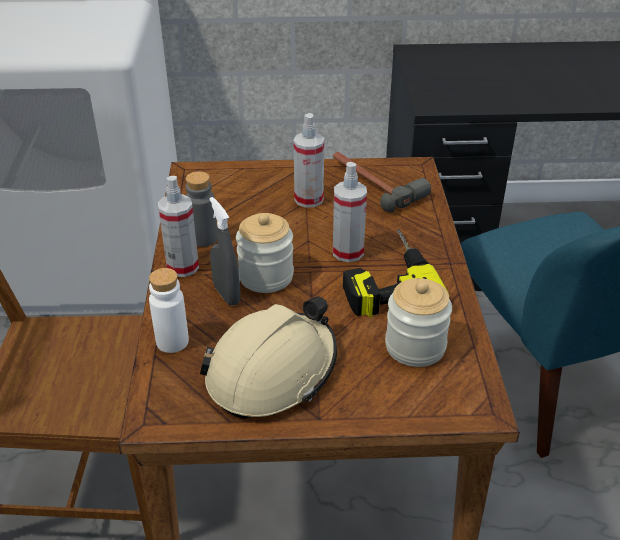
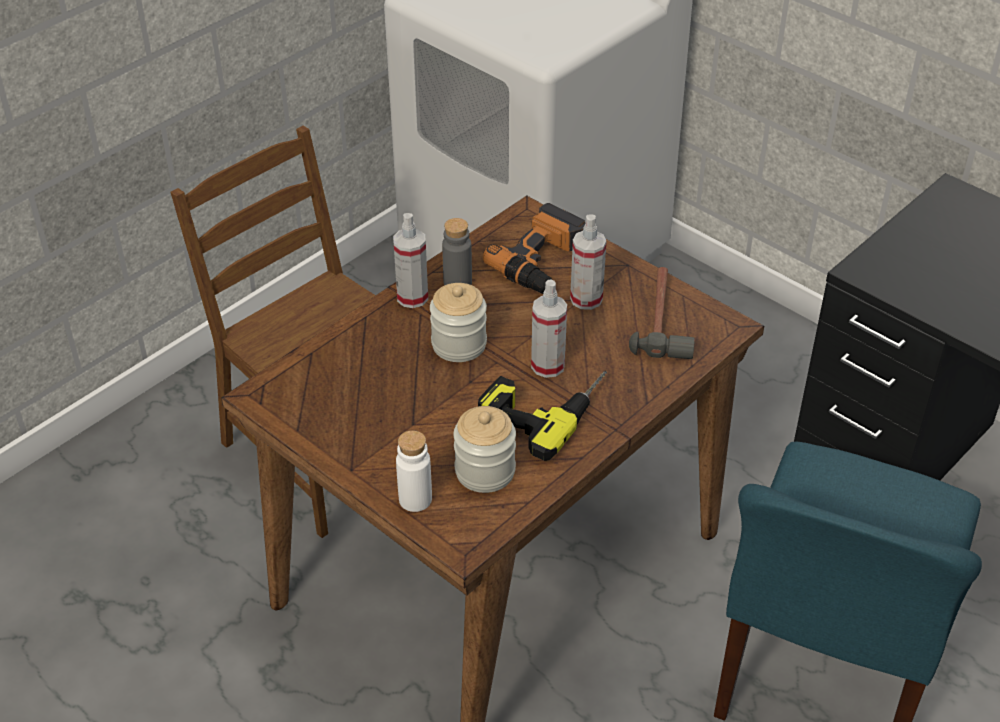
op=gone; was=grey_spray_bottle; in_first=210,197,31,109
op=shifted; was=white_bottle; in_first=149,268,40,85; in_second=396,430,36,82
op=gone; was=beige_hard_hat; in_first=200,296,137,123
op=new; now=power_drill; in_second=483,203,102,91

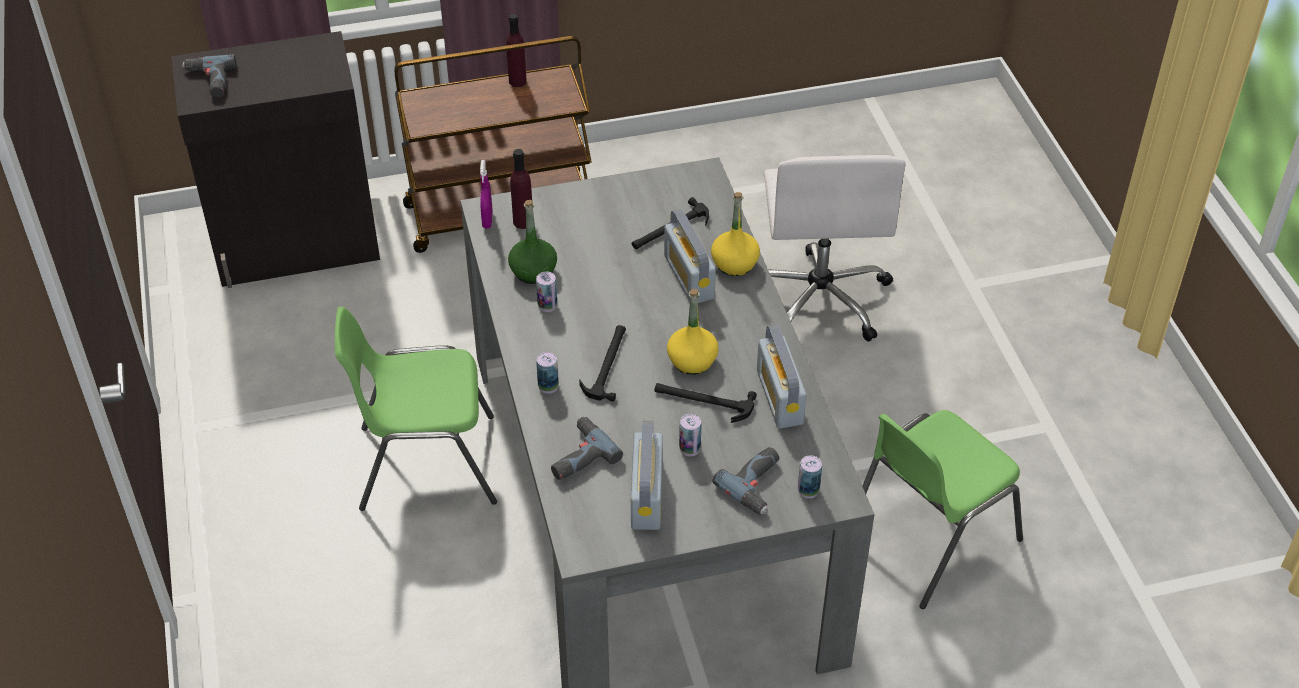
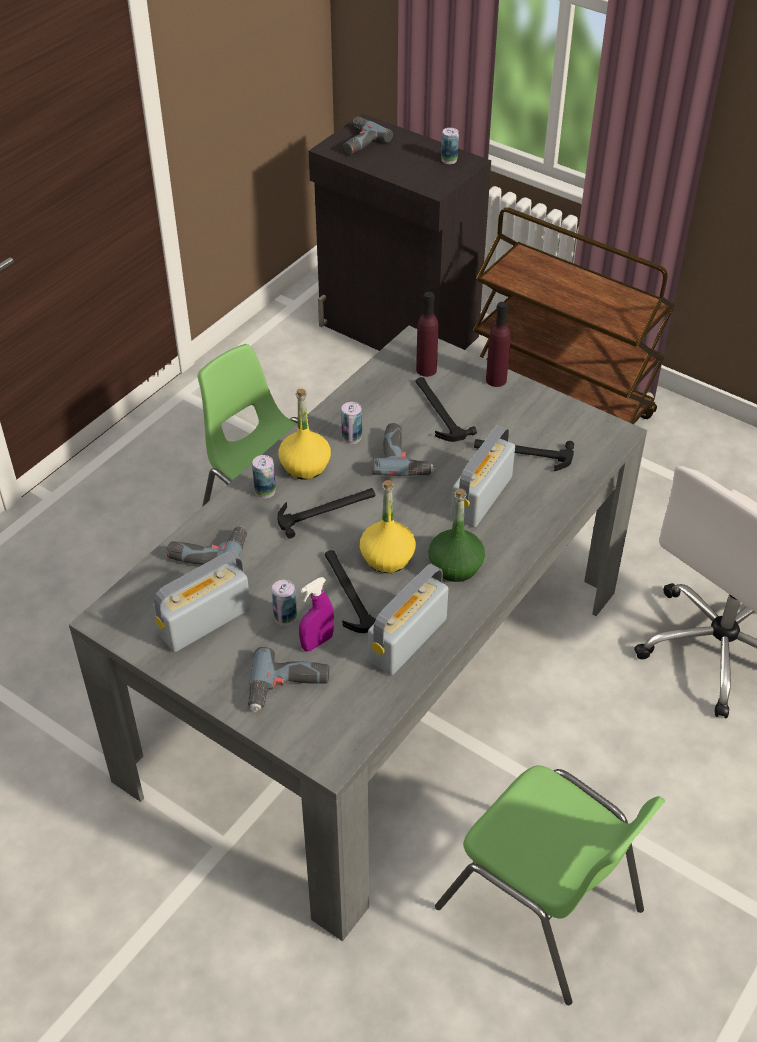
op=shifted; was=purple_bottle; in_first=506,14,21,73; in_second=486,302,25,85
op=shifted; was=purple_spray_bottle; in_first=480,160,13,69; in_second=299,577,35,74
op=shifted; was=yellow_bottle; in_first=711,192,49,84; in_second=279,389,52,91
op=shifted; was=green_bottle; in_first=508,200,49,84; in_second=428,489,57,93
op=rotated; was=green_chair; in_first=862,410,161,199; in_second=435,765,230,240; clockwise=-150
op=shifted; was=can; in_first=798,455,24,44; in_second=441,128,18,36
op=new; now=hammer; in_second=415,377,62,65
op=new; now=power_drill; in_second=372,423,63,53

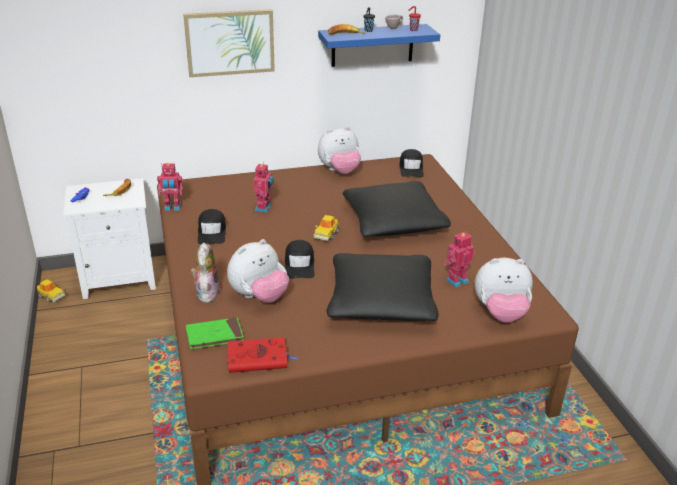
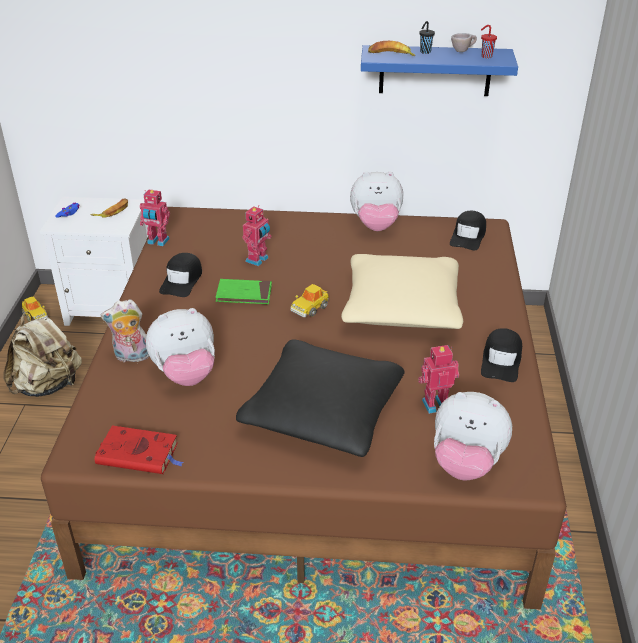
op=gone; was=picture; in_first=183,9,92,68
op=repainted; was=black_pillow; now=beige_pillow; in_first=343,181,108,56; in_second=341,254,122,75
op=shifted; was=black_cap; in_first=285,240,29,39; in_second=481,328,41,54
op=rotated; was=plush_toy; in_first=191,242,29,61; in_second=101,299,48,63; clockwise=-120
op=shifted; was=green_book; in_first=186,317,58,32; in_second=216,279,56,25
op=new; now=beige_backpack; in_second=3,311,79,86

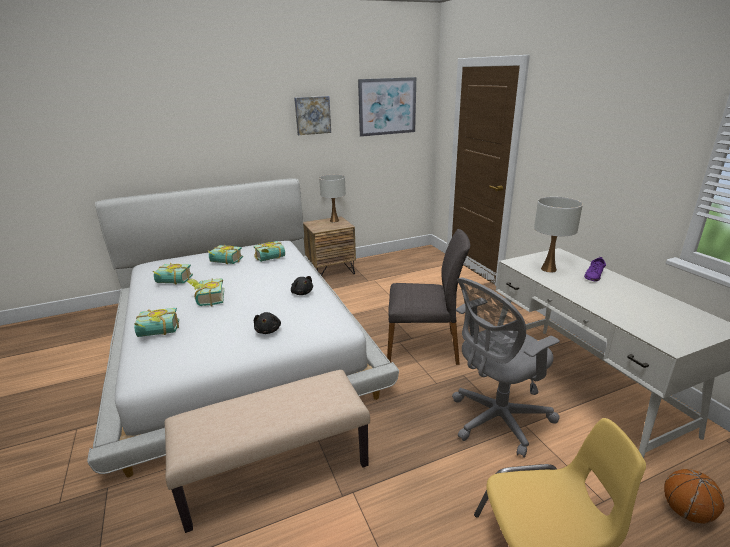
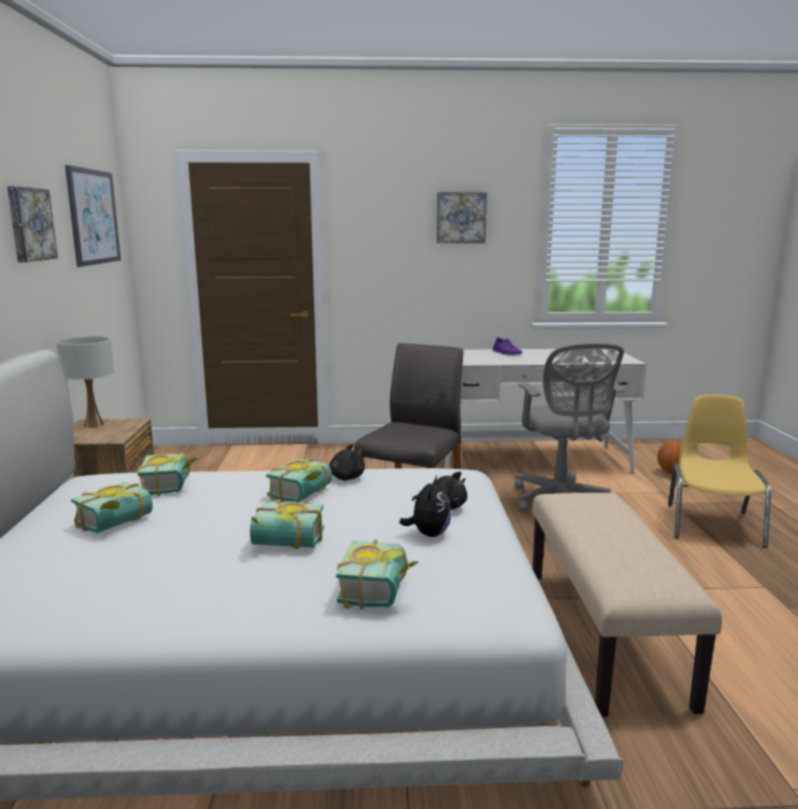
op=gone; was=white_table_lamp; in_first=534,197,49,75
op=shifted; was=book; in_first=153,263,40,21; in_second=266,458,66,45
op=new; now=picture; in_second=437,192,50,51
op=new; now=plush_toy; in_second=399,475,52,62

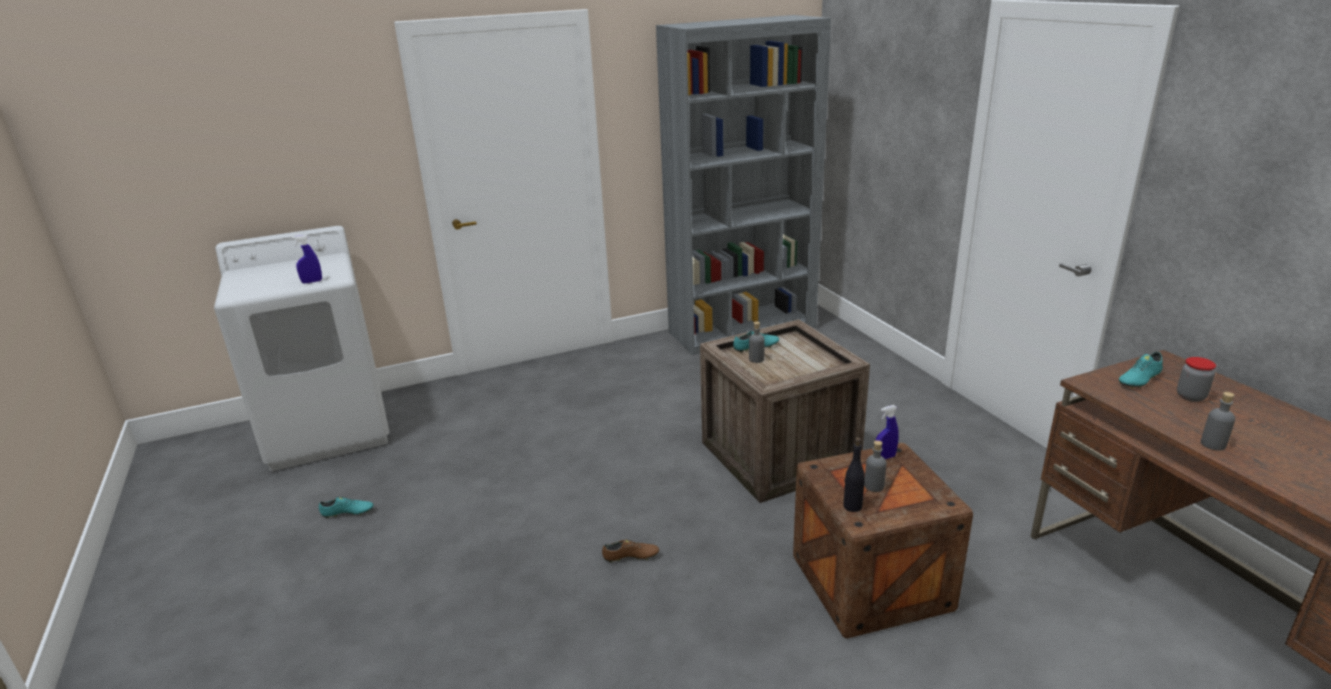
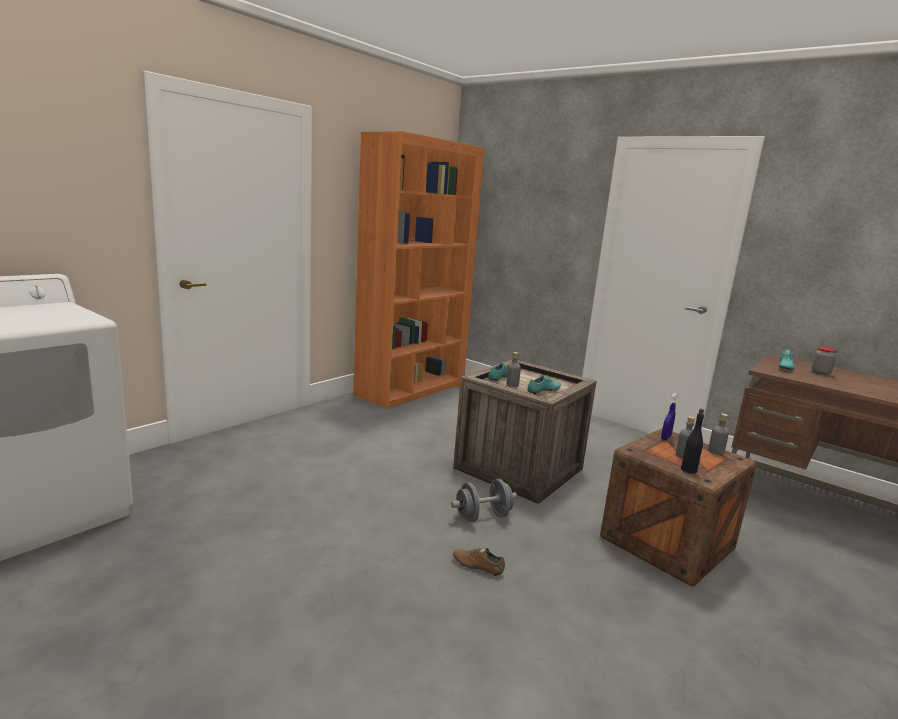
op=repainted; was=grey_bookcase; now=orange_bookcase; in_first=656,15,175,340; in_second=353,131,131,278
op=gone; was=blue_spray_bottle; in_first=292,235,30,49
op=shifted; was=grey_bottle; in_first=1201,392,34,59; in_second=708,413,21,42
op=shifted; was=turquoise_shoe; in_first=319,497,55,21; in_second=528,375,33,20
op=rotated; was=brown_shoe; in_first=602,539,57,24; in_second=453,548,52,28; clockwise=-120
op=new; now=grey_dumbbell; in_second=451,479,66,43

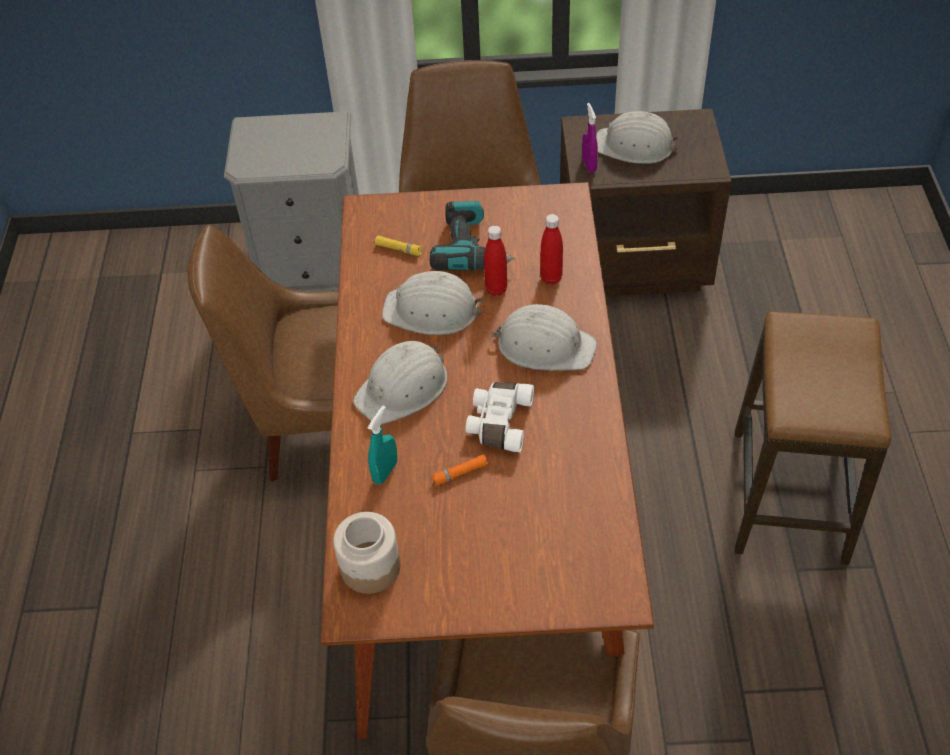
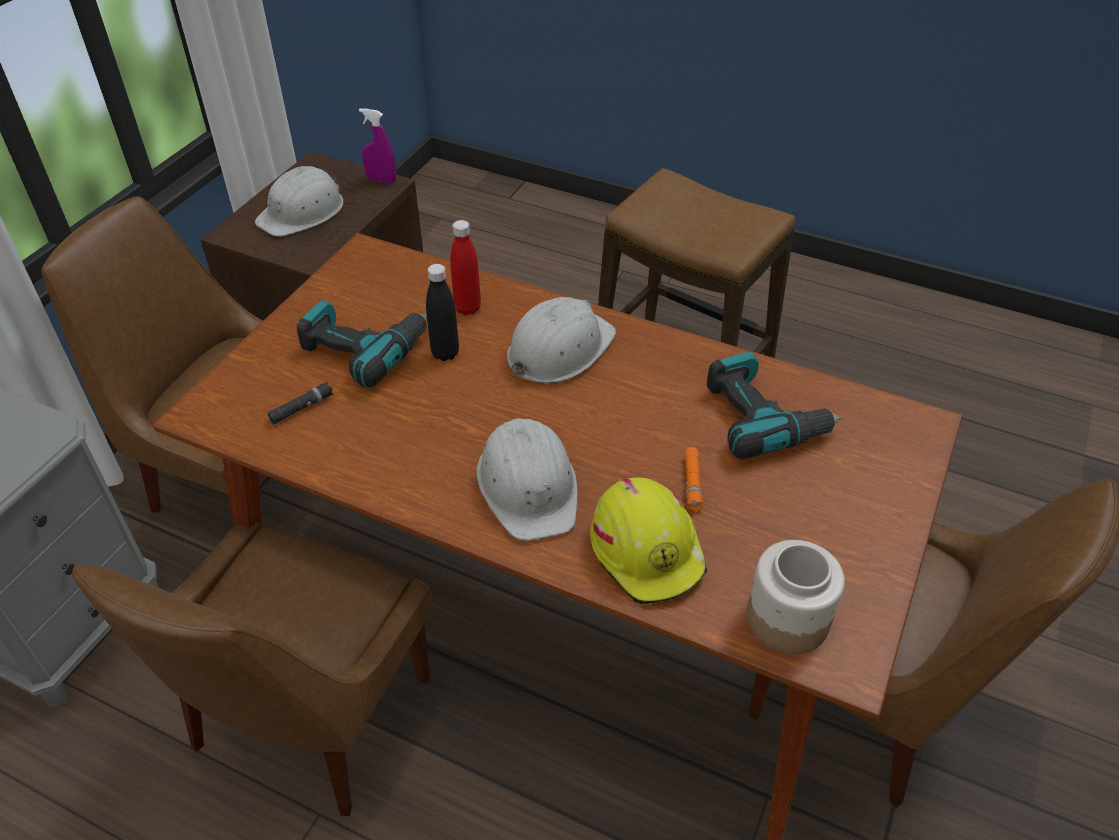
op=shifted; was=purple_spray_bottle; in_first=582,103,16,70; in_second=359,108,37,75
op=repainted; was=red_bottle; now=black_bottle; in_first=484,225,23,71; in_second=426,264,33,97
op=repainted; was=yellow_flashlight; now=black_flashlight; in_first=375,236,47,20; in_second=267,382,67,43
op=gone; was=white_hard_hat; in_first=382,271,102,64
op=gone; was=white_binoculars; in_first=466,382,68,70
op=swapped; was=turquoise_spray_bottle; now=yellow_hard_hat; in_first=368,405,29,79; in_second=590,477,117,128
op=new; now=power_drill; in_second=707,351,136,108

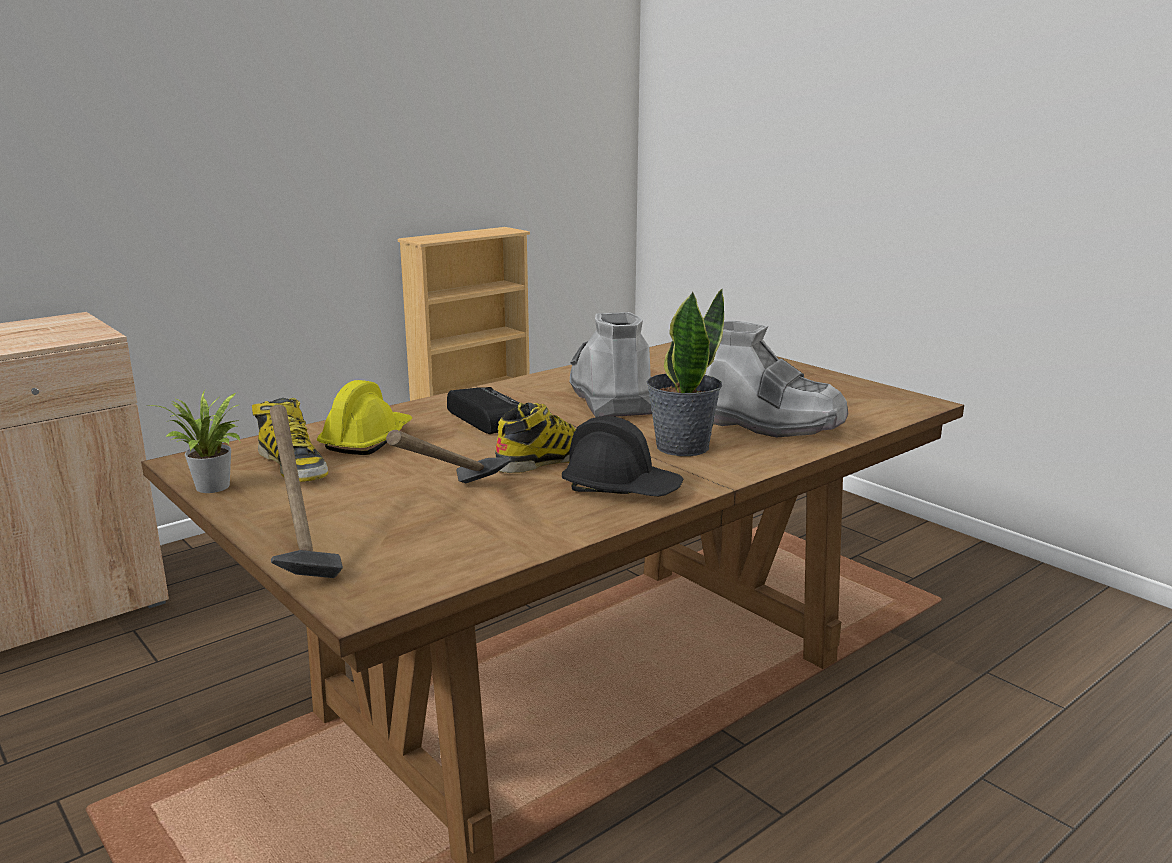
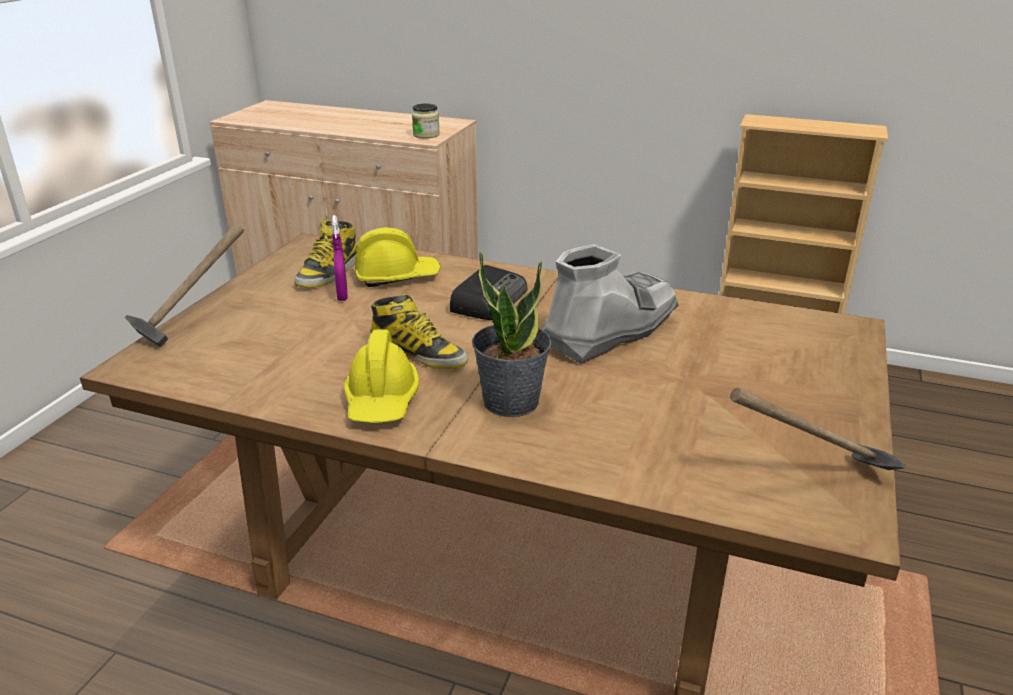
op=gone; was=grey_boot; in_first=705,320,143,117
op=gone; was=potted_plant; in_first=144,390,97,103
op=repainted; was=black_hard_hat; now=yellow_hard_hat; in_first=562,416,122,80; in_second=344,330,75,93
op=shifted; was=hammer; in_first=386,430,125,53; in_second=730,387,176,83
op=new; now=jar; in_second=412,104,28,34
op=new; now=purple_spray_bottle; in_second=332,215,16,86

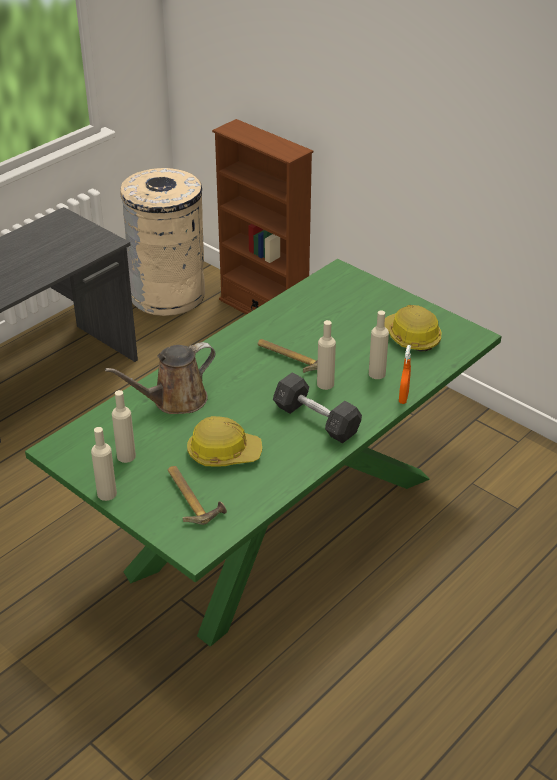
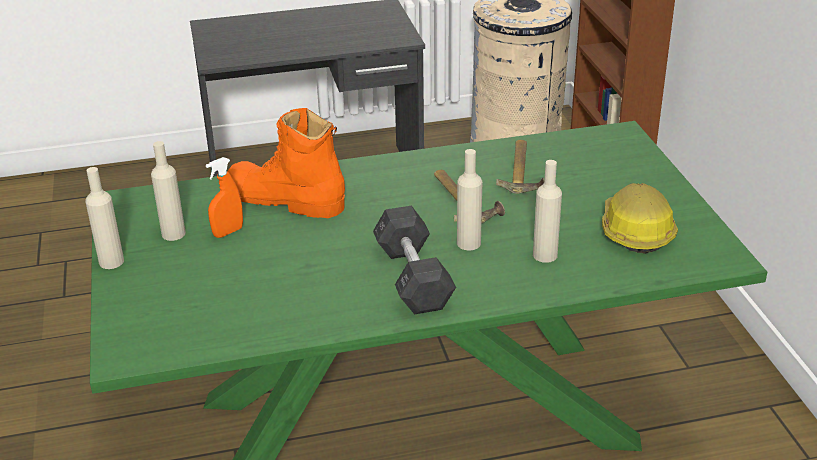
op=swapped; was=brown_watering_can; now=orange_boot; in_first=105,342,110,72; in_second=228,108,117,110
op=shifted; was=orange_spray_bottle; in_first=399,345,12,59; in_second=206,157,37,81
op=gone; was=hard_hat; in_first=187,416,75,51
op=shifted; was=hammer; in_first=167,466,60,59; in_second=496,140,48,54

